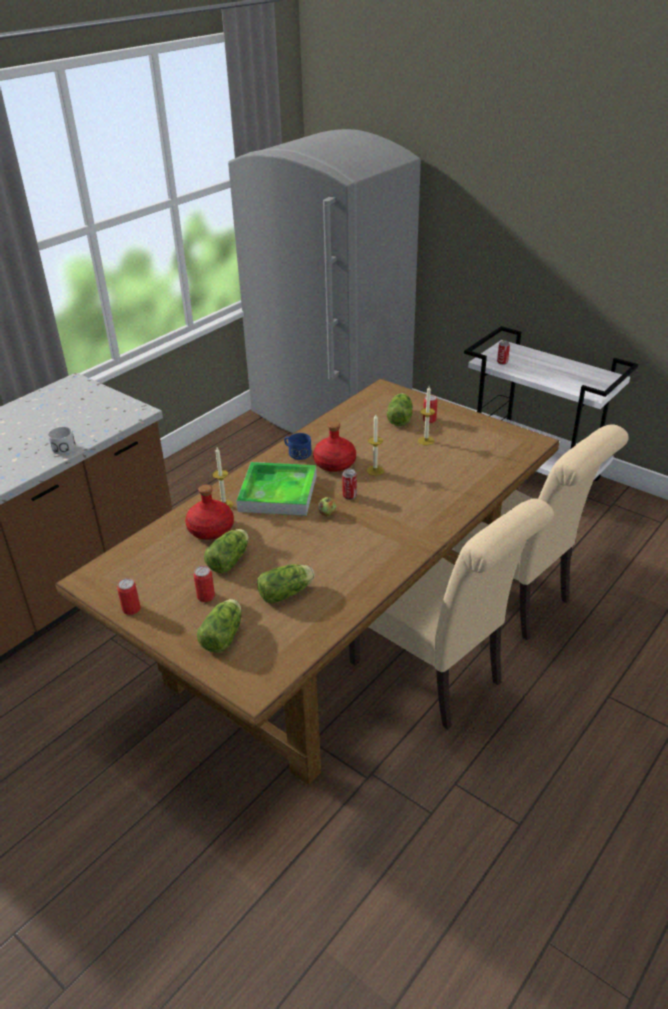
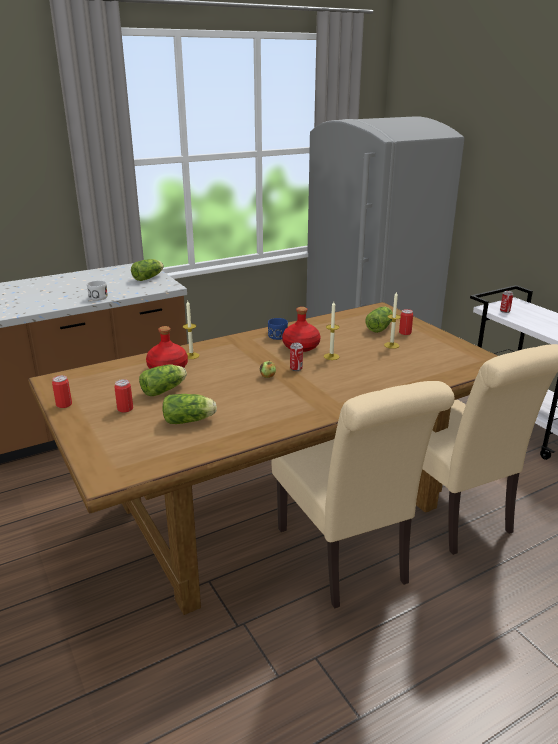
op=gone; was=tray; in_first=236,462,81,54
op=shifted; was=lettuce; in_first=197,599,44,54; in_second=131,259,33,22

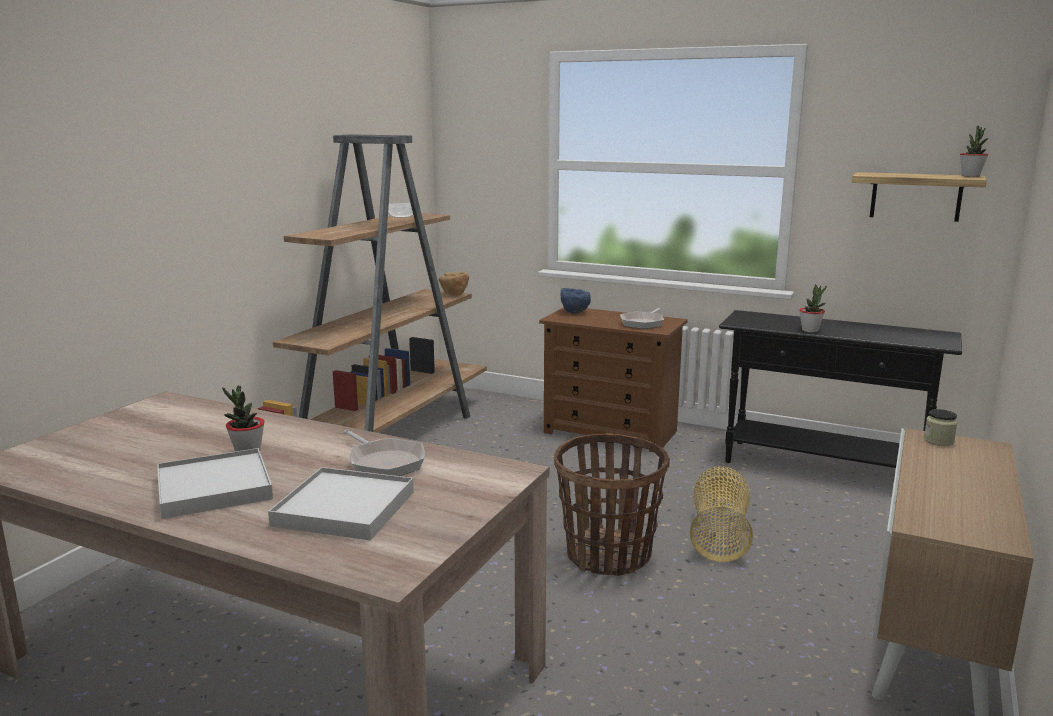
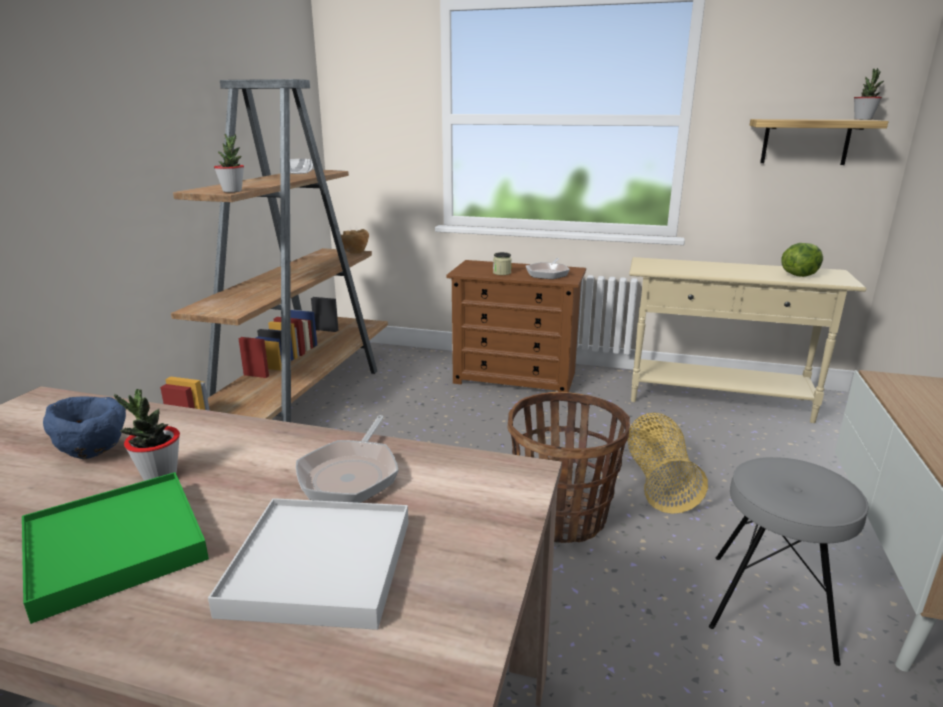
op=shifted; was=potted_plant; in_first=799,285,28,47; in_second=214,134,30,59
op=shifted; was=blue_bowl; in_first=561,288,30,26; in_second=43,396,83,63
op=repainted; was=black_console_table; now=beige_console_table; in_first=719,310,243,158; in_second=629,257,237,166
op=shifted; was=jar; in_first=924,409,34,37; in_second=493,252,18,23
op=rotated; was=frying_pan; in_first=344,430,81,46; in_second=296,415,103,88; clockwise=60
op=repainted; was=white_tray; now=green_tray; in_first=157,448,116,71; in_second=22,472,187,152
op=new; now=lettuce; in_second=781,243,42,34
op=new; now=grey_stool; in_second=709,457,160,209

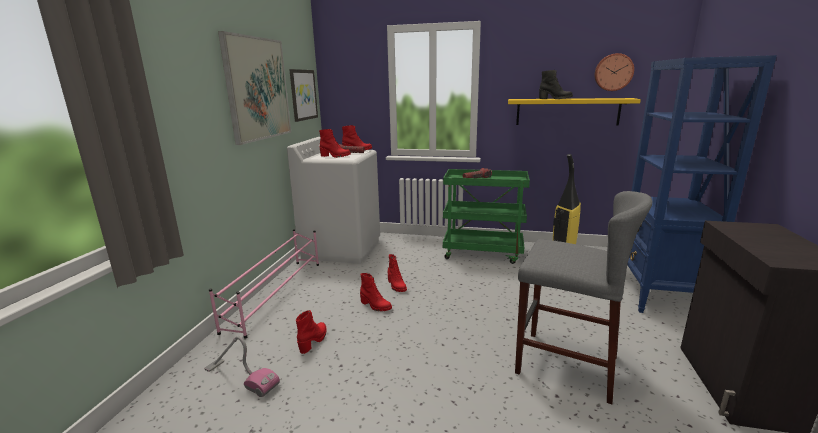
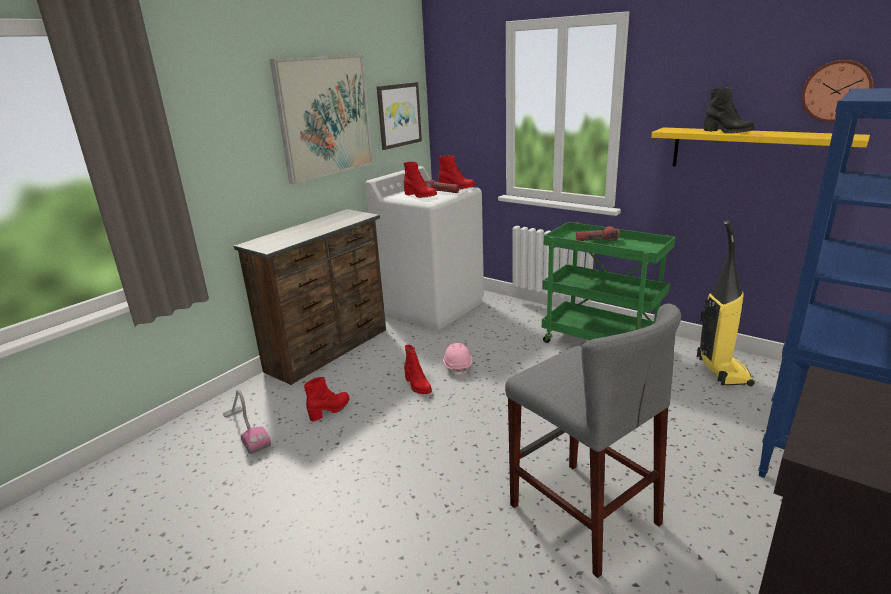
op=swapped; was=pink_shoe_rack; now=brown_dresser; in_first=209,229,110,110; in_second=234,209,152,176
op=swapped; was=red_boot; now=pink_hard_hat; in_first=388,254,19,38; in_second=443,343,29,34

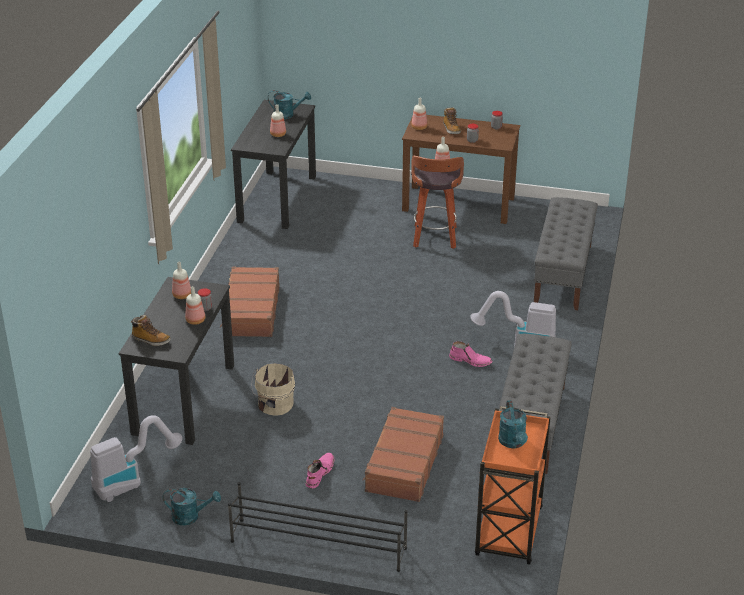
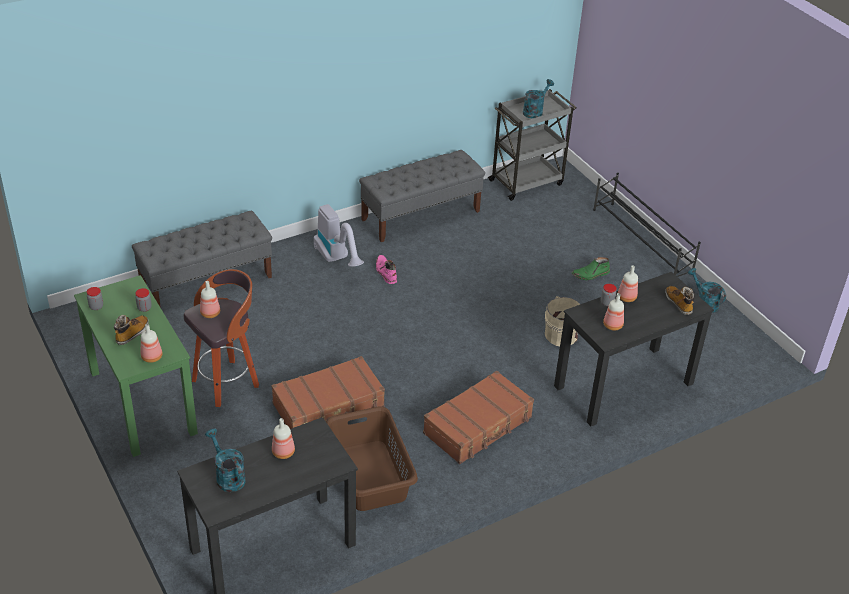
op=repainted; was=brown_desk; now=green_desk; in_first=402,115,118,109; in_second=74,275,124,182
op=repainted; was=orange_cart; now=grey_cart; in_first=475,406,76,158; in_second=488,89,88,112
op=shifted; was=brown_suitcase; in_first=363,407,81,95; in_second=271,356,114,73
op=gone; was=vacuum_cleaner; in_first=90,415,92,87
op=repainted; was=pink_boot; now=green_boot; in_first=306,453,28,36; in_second=572,257,38,23
op=new; now=brown_laundry_basket; in_second=326,406,92,105

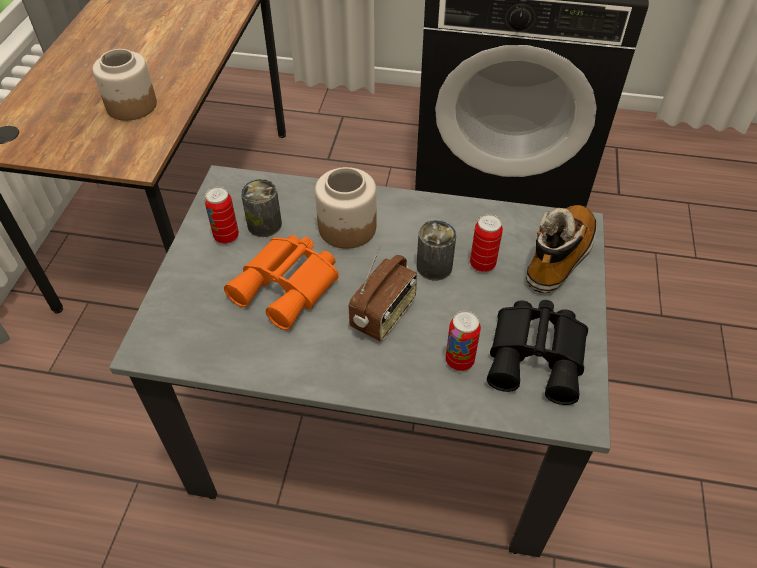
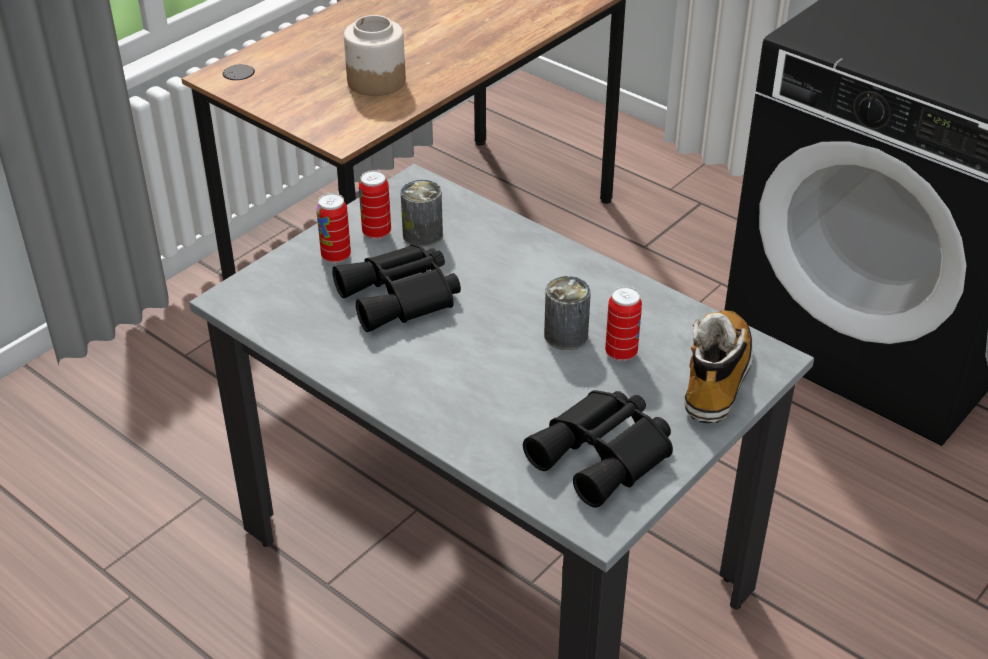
op=gone; was=jar; in_first=315,167,62,82
op=rotated; was=boot; in_first=526,205,71,88; in_second=685,310,68,113; clockwise=-45
op=repainted; was=orange_binoculars; now=black_binoculars; in_first=224,235,115,95; in_second=332,244,129,88
op=gone; was=radio; in_first=349,245,68,97
op=shifted; was=can; in_first=446,311,35,60; in_second=316,193,35,70

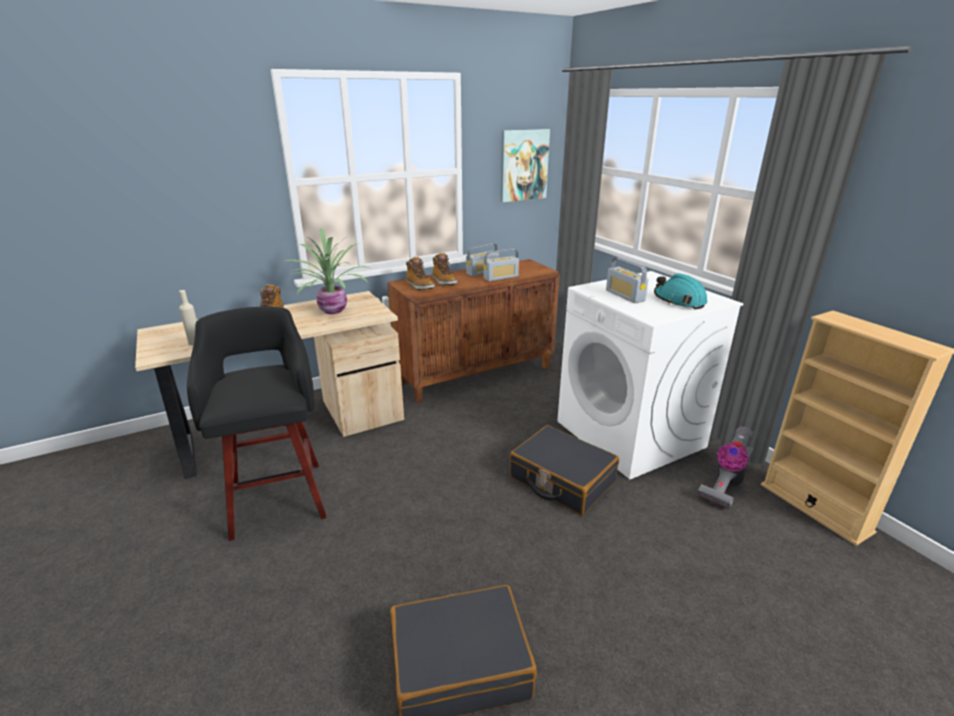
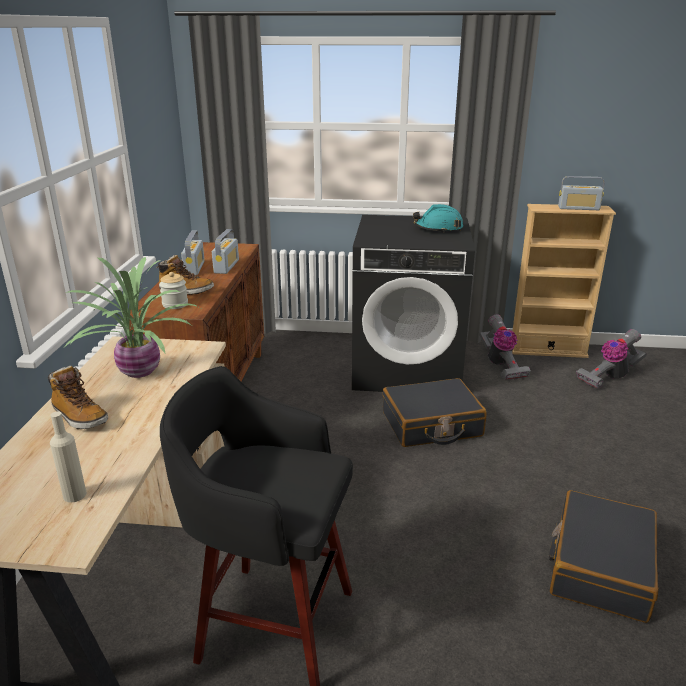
op=gone; was=picture; in_first=500,129,50,73
op=swapped; was=boot; now=jar; in_first=406,257,29,33; in_second=159,272,29,37
op=shifted; was=radio; in_first=606,257,43,46; in_second=558,176,47,34
op=repainted; was=white_washing_machine; now=black_washing_machine; in_first=557,271,187,208; in_second=352,215,123,177
op=new; now=vacuum_cleaner; in_second=576,329,71,60

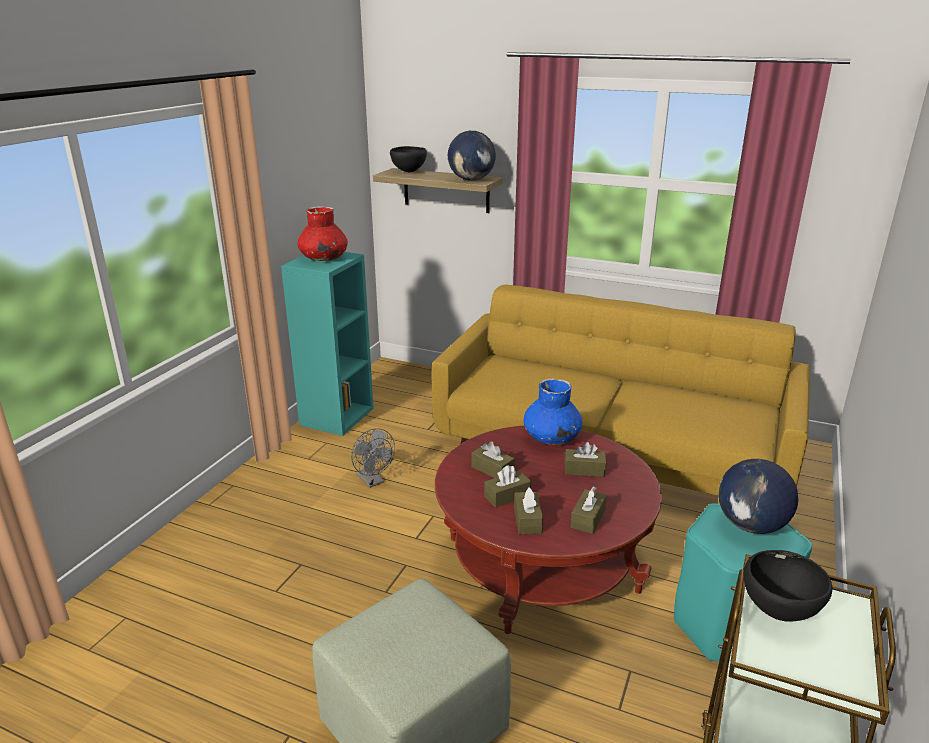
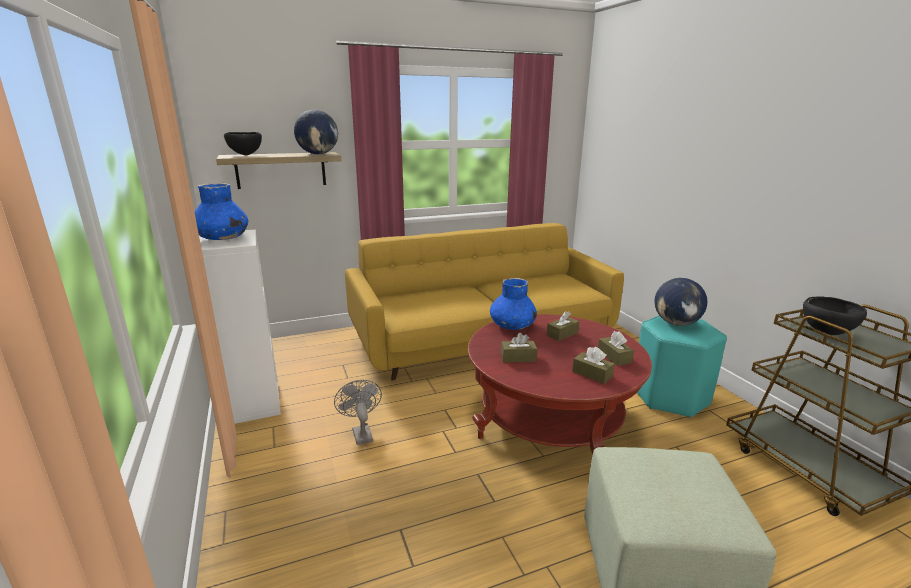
op=repainted; was=red_vase; now=blue_vase; in_first=297,206,51,55; in_second=194,183,54,57
op=repainted; was=turquoise_bookcase; now=white_bookcase; in_first=281,252,93,184; in_second=199,230,82,194
op=rotated; was=grey_fan; in_first=351,428,44,60; in_second=334,380,48,65; clockwise=-120
op=gone; was=brown_tissue_box; in_first=484,465,47,43

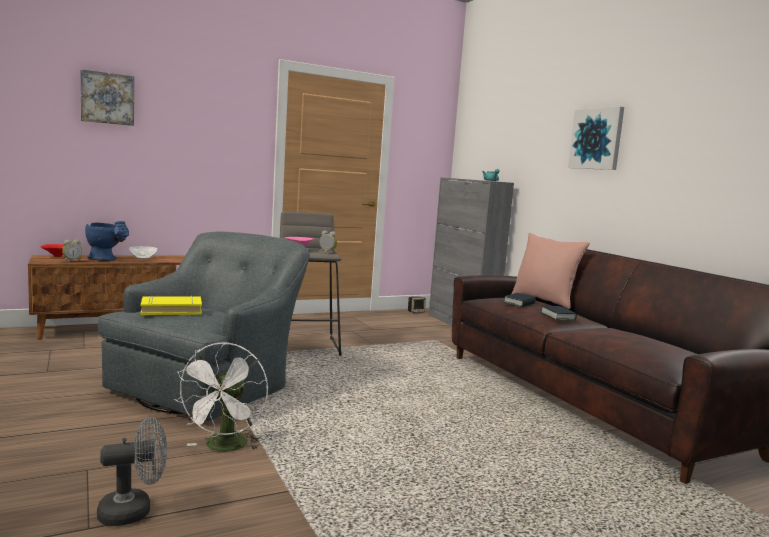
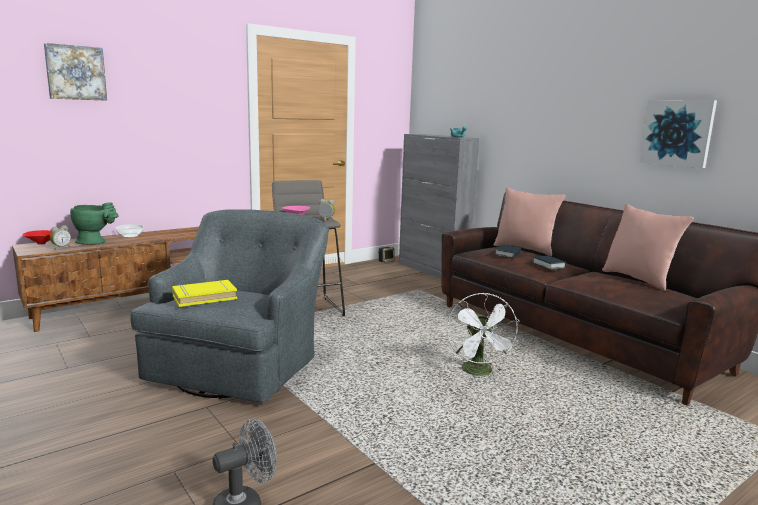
op=shifted; was=picture; in_first=568,107,56,63; in_second=640,100,77,68
op=repainted; was=blue_vase; now=green_vase; in_first=85,221,44,40; in_second=70,202,49,43
op=shifted; was=white_fan; in_first=174,342,94,110; in_second=447,293,73,83
op=new; now=pink_pillow; in_second=602,204,92,87

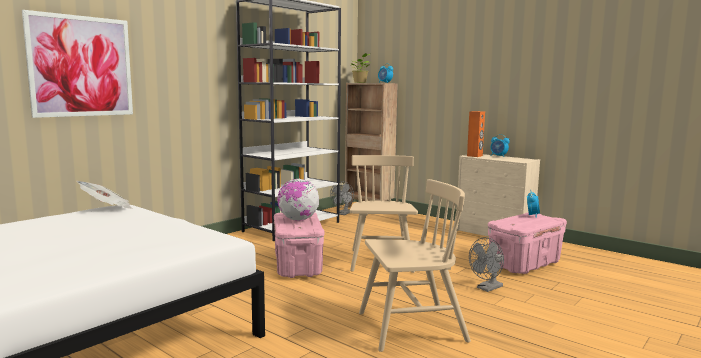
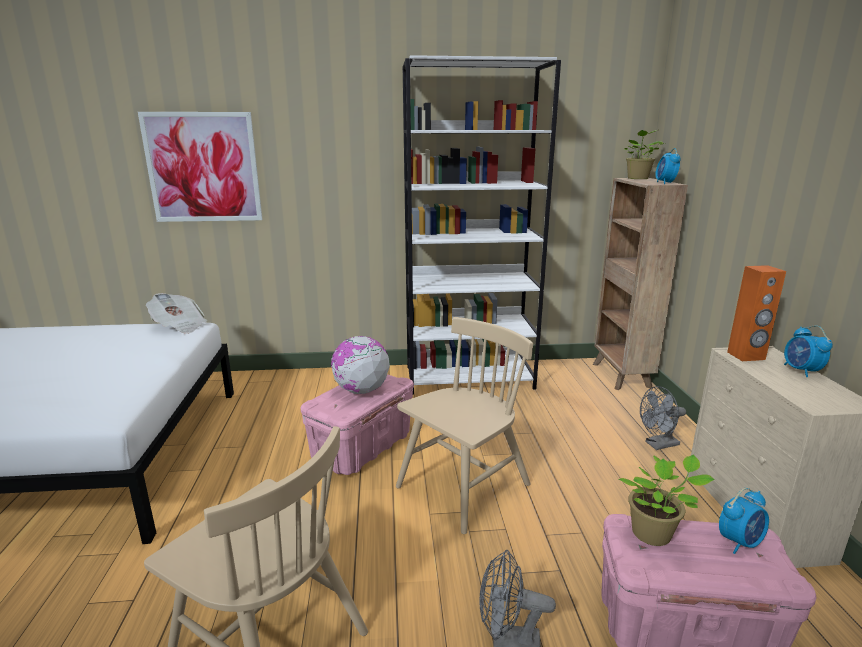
op=shifted; was=grey_fan; in_first=330,181,24,34; in_second=640,386,46,64
op=new; now=potted_plant; in_second=618,455,97,91

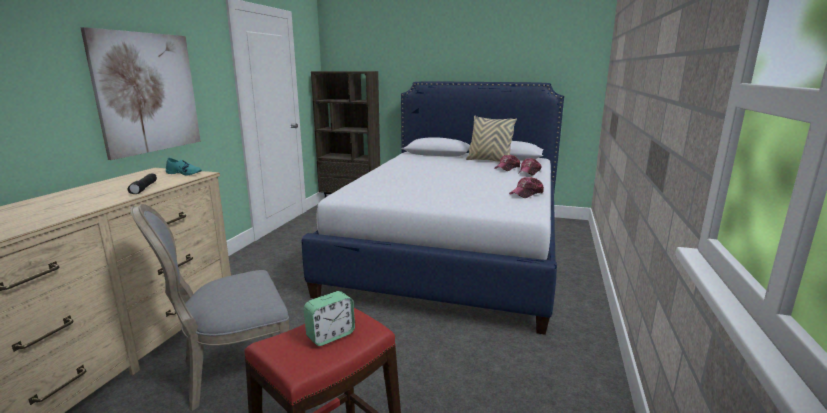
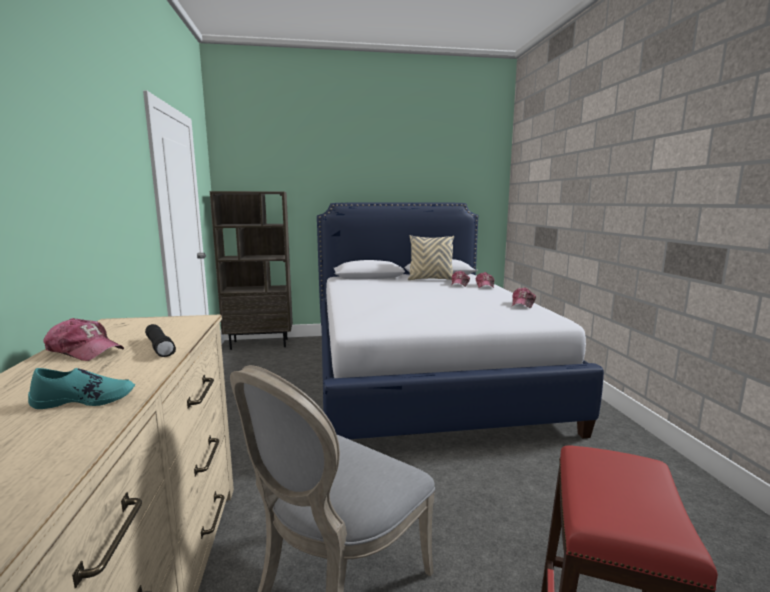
op=gone; was=picture; in_first=80,27,121,133
op=shifted; was=turquoise_shoe; in_first=166,158,36,17; in_second=28,368,107,41
op=gone; was=alarm_clock; in_first=304,291,51,55
op=new; now=cap; in_second=43,318,81,43

